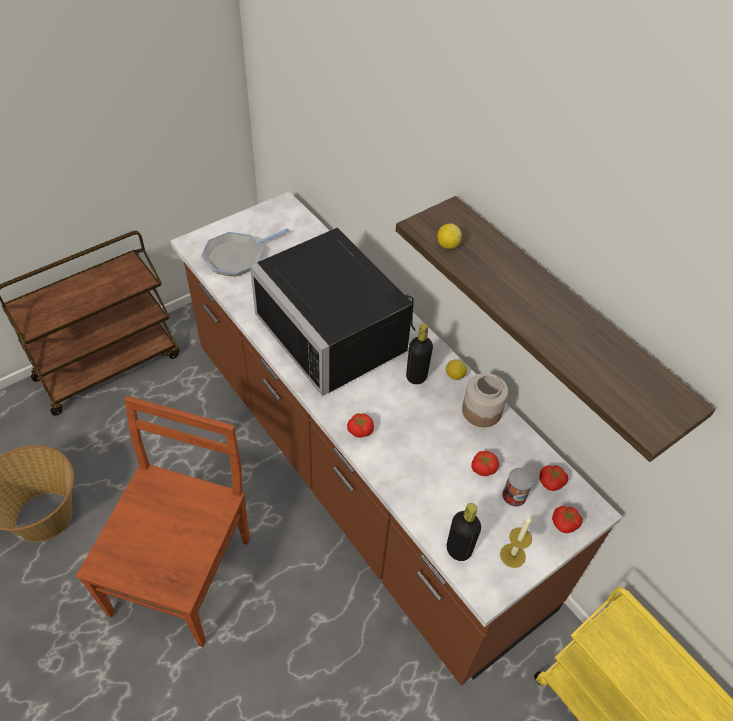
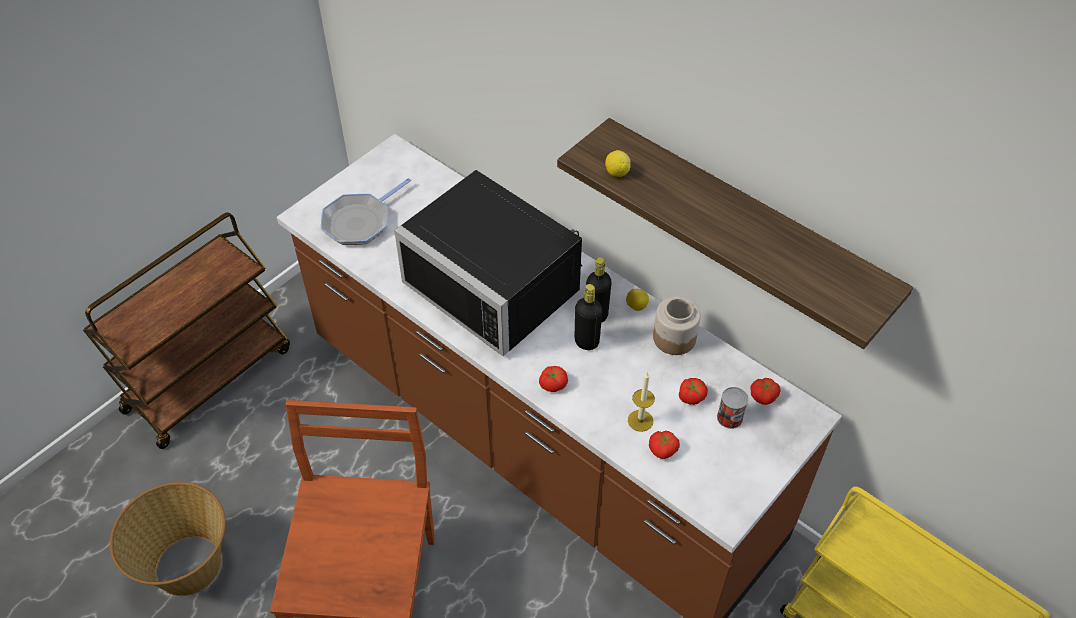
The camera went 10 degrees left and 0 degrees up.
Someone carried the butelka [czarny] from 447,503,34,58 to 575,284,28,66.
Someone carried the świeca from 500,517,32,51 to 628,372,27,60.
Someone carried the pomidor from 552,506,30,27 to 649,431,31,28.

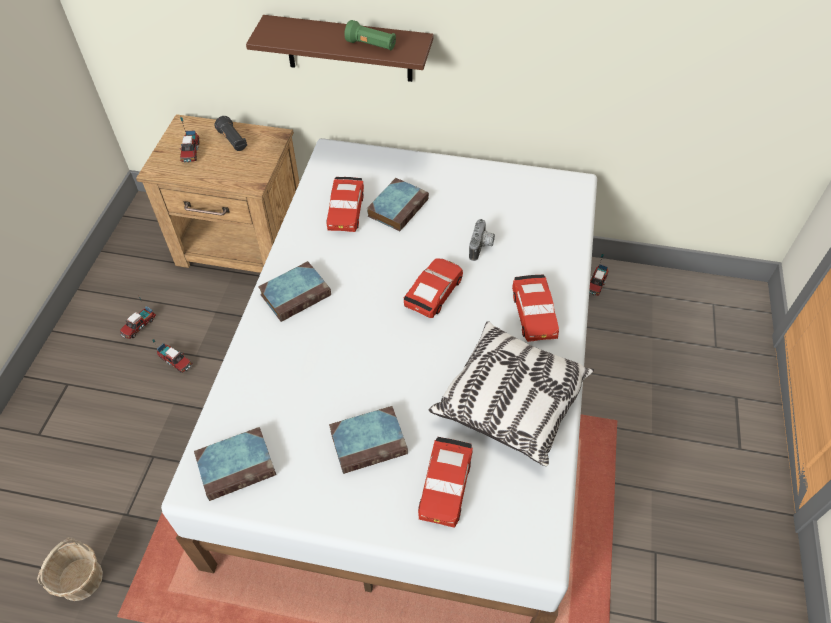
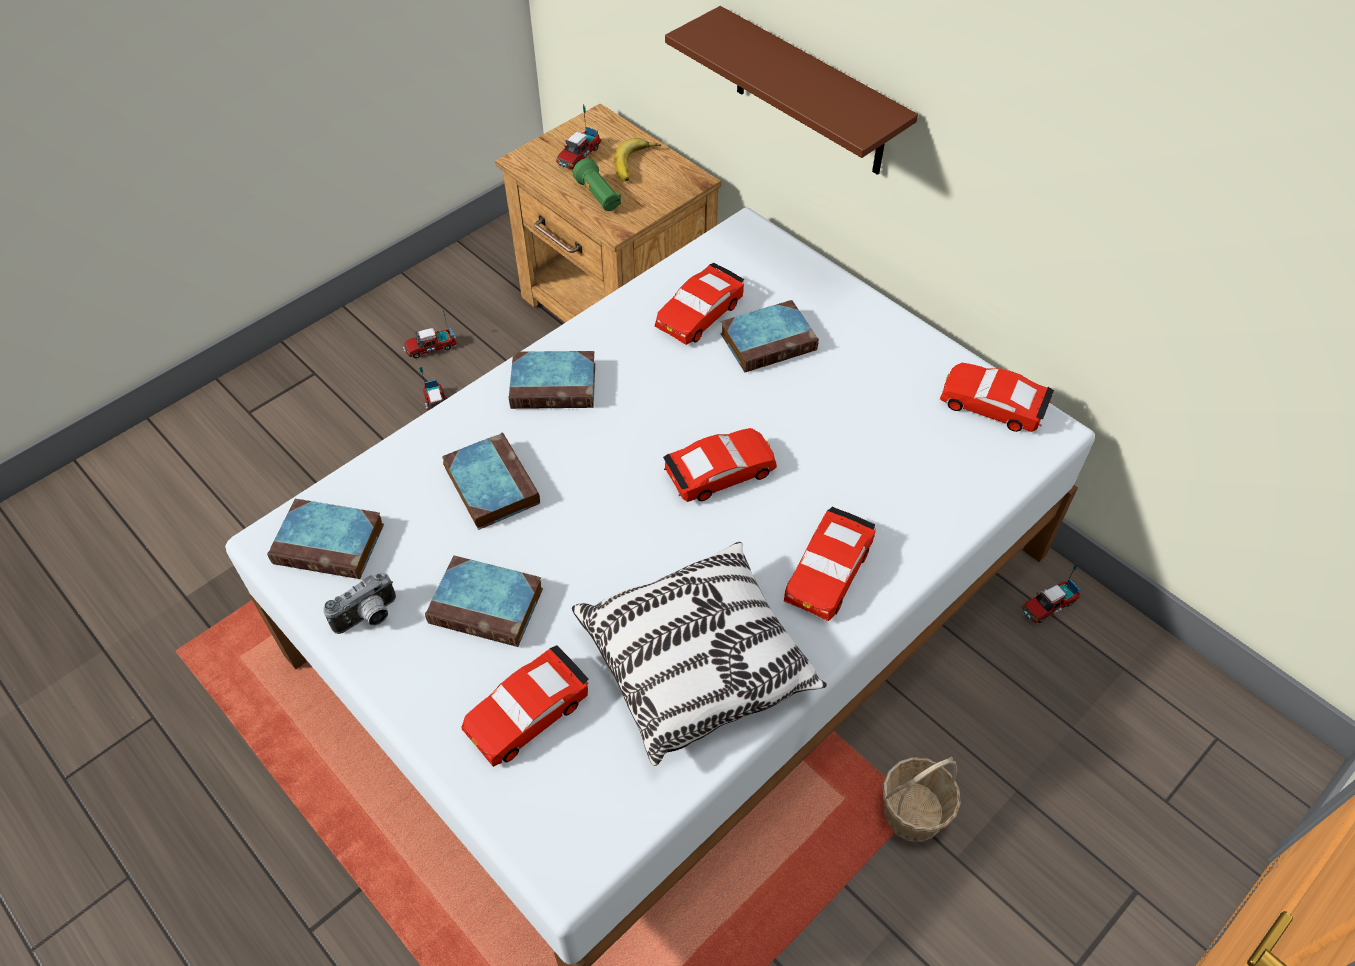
The camera went 35 degrees right and 0 degrees up.
Someone carried the koszyk from 37,537,66,64 to 883,757,78,85.
Someone swapped the latarka [czarny] at 215,116,32,35 for the banan at 614,138,47,43.
Someone carried the latarka [zielony] from 344,20,52,30 to 573,158,48,53.
Someone carried the aparat fotograficzny from 469,219,26,42 to 323,573,73,61.
Someone put down the książka at 442,432,98,98.
Someone put down the samochodzik [czerwony] at 940,363,114,69.

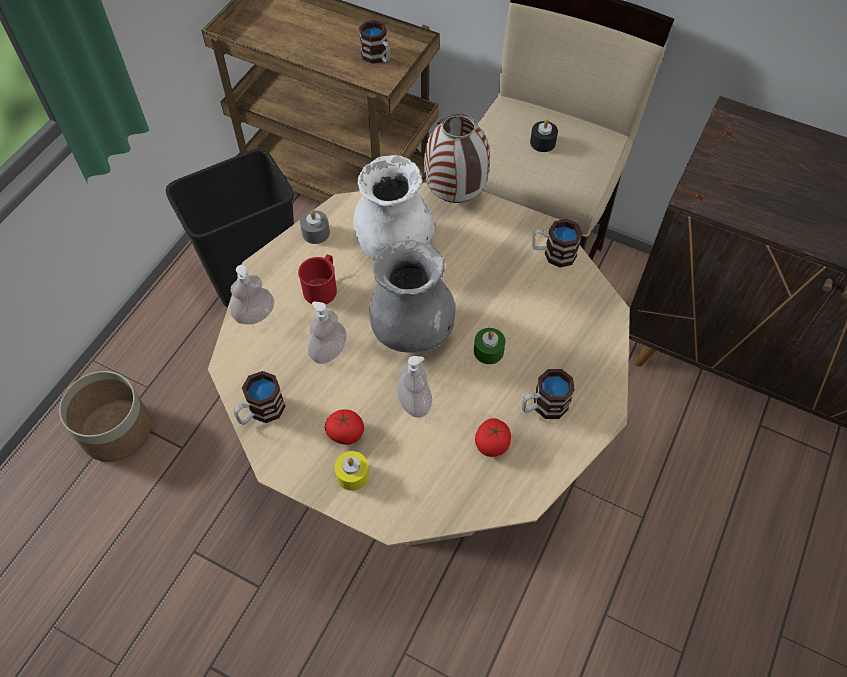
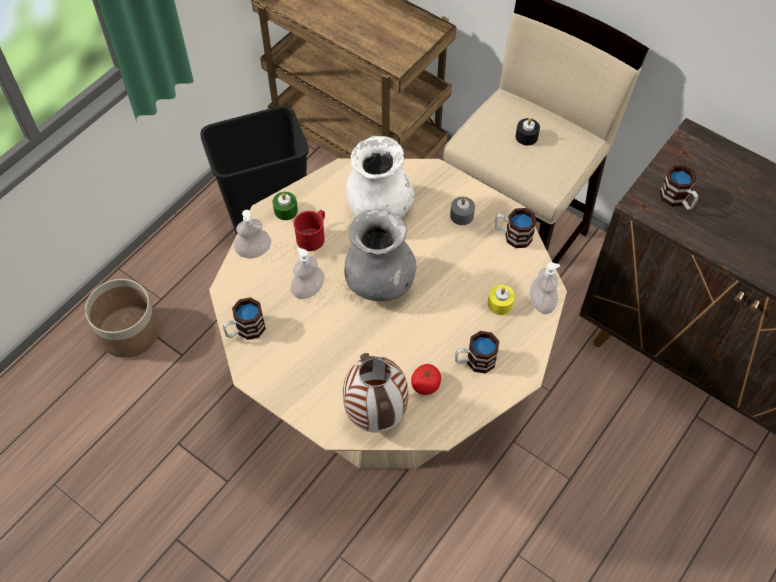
The camera went 10 degrees right and 0 degrees up.
Someone carried the świeca [szary] from 300,210,30,34 to 450,197,25,28.
Someone took away the pomidor at 325,409,39,36.
Someone carried the świeca [żółty] from 335,451,34,40 to 488,285,27,30.
Someone carried the kubek from 359,20,31,44 to 659,165,39,45.
Someone carried the dozownik mydła from 397,356,35,62 to 530,263,30,51.
Someone carried the wazon from 424,113,66,90 to 343,353,66,79.
Someone carried the świeca [zielony] from 474,328,31,36 to 273,192,25,28.

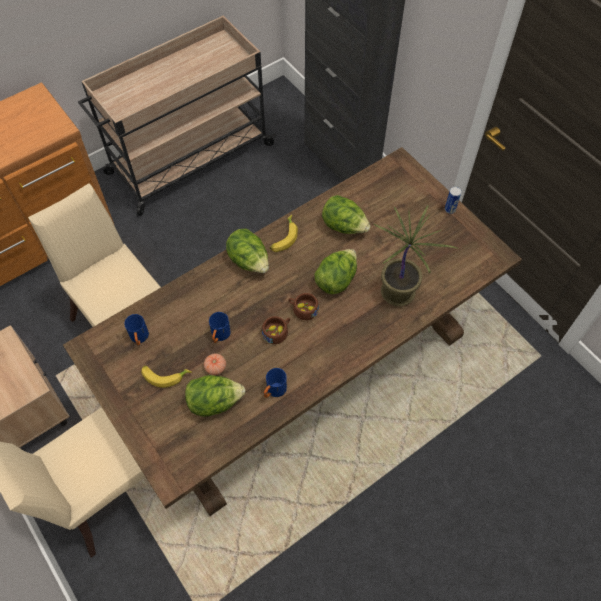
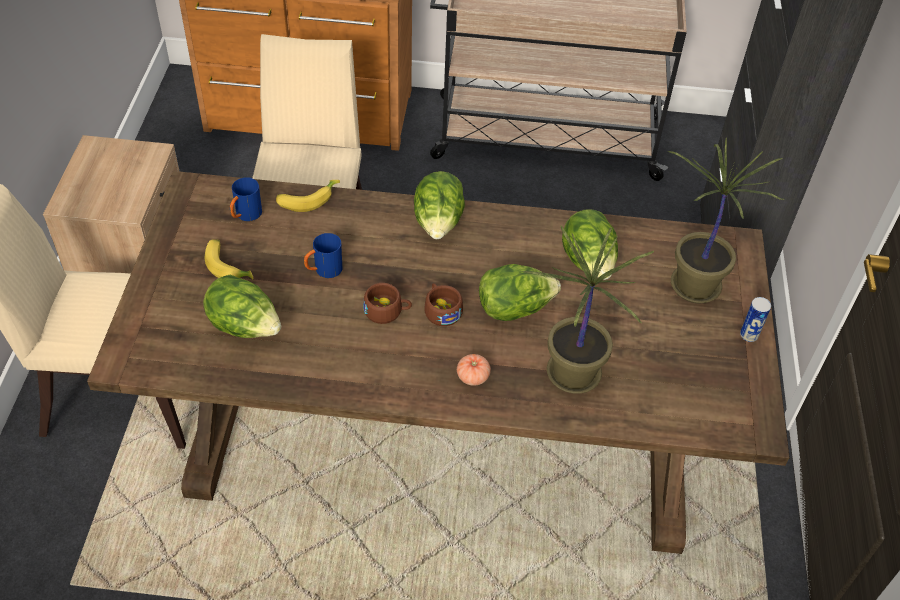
The camera went 40 degrees right and 10 degrees down.
Someone carried the pomidor from 204,353,22,22 to 457,354,34,32.
Someone took away the kubek [niebieski] at 264,368,23,30.
Someone carried the banan from 270,215,28,37 to 276,180,64,32.
Someone put down the roślina doniczkowa at 667,138,117,166.

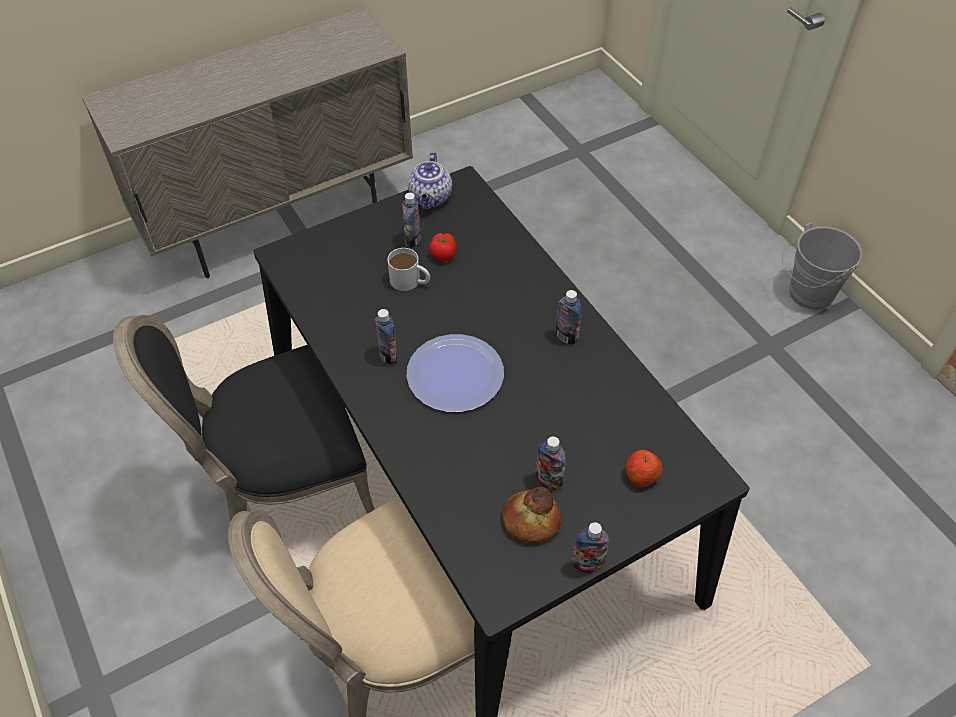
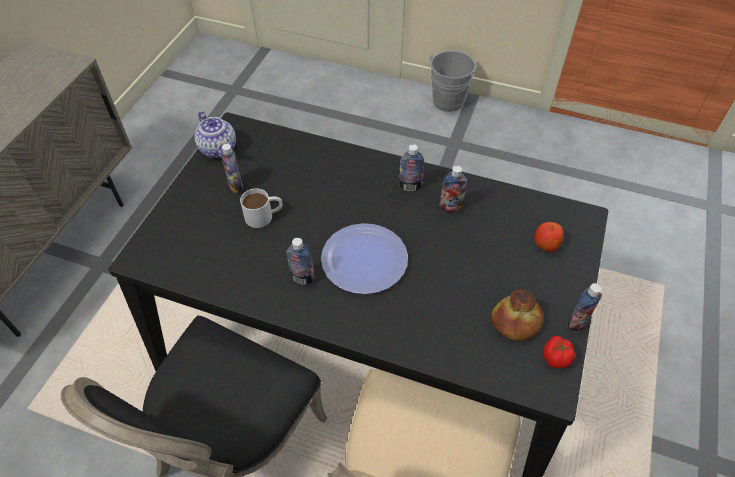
The camera went 40 degrees left and 0 degrees up.
Someone carried the pomidor from 429,233,28,29 to 543,336,32,32.
Someone carried the butelka from 536,436,30,54 to 440,166,27,47.

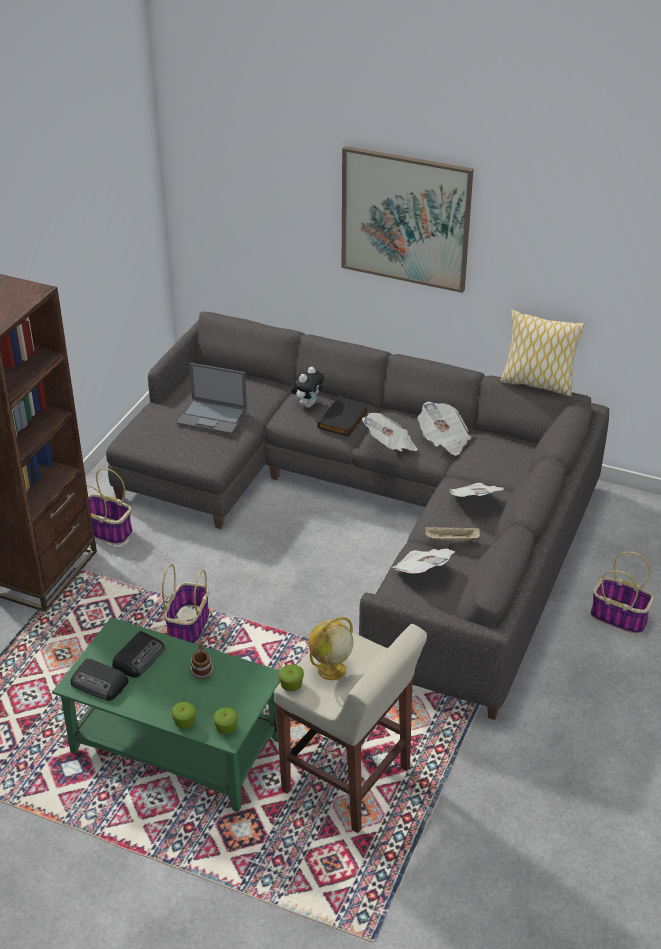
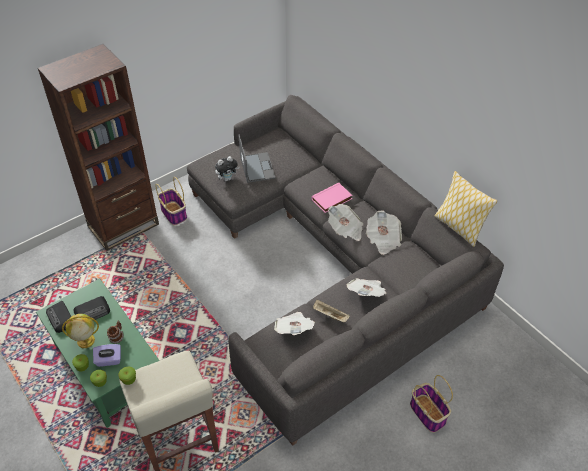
The camera went 30 degrees right and 10 degrees up.
Someone took away the koszyk at 162,564,47,80.
Someone rotated the laptop at 176,363,71,71 by 150 degrees counterclockwise.
Someone carried the pluszak from 291,367,33,41 to 215,156,24,25.
Someone carried the globus from 309,617,44,63 to 62,314,37,34.
Someone repainted the książka [czarny] at 317,396,51,40, which became the książka [różowy] at 311,183,42,30.
Someone took away the obraz at 342,146,132,147.
Someone put down the pudełko chusteczek [fioletowy] at 93,344,28,23.

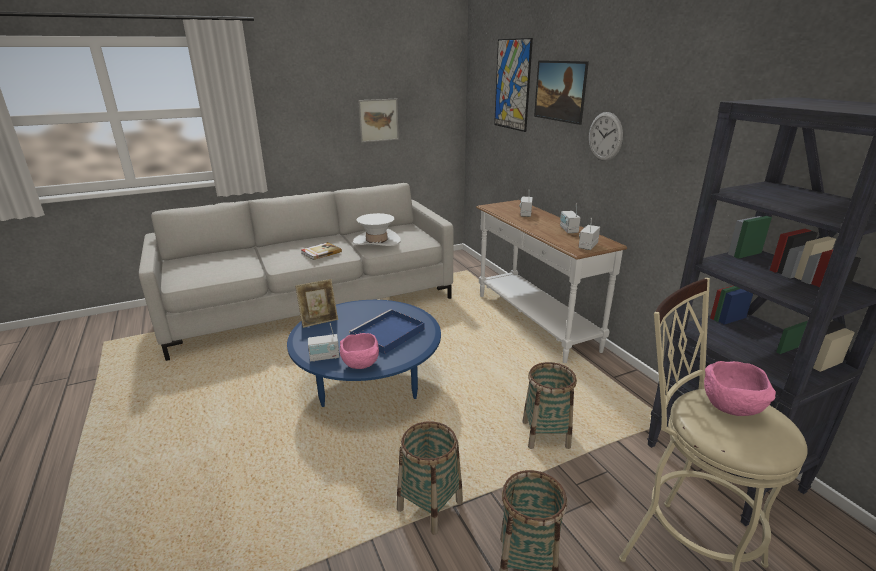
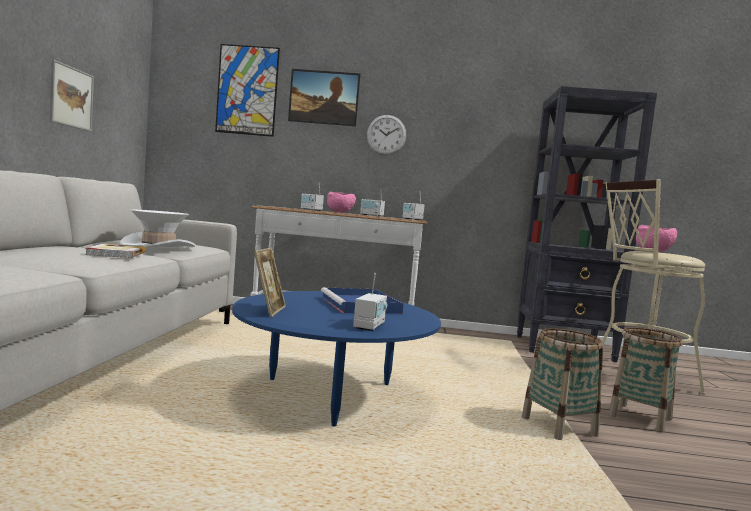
The camera went 60 degrees left and 20 degrees down.
Someone carried the miska [różowy] from 340,333,39,36 to 327,191,29,22.
Someone took away the koszyk at 522,362,55,87.

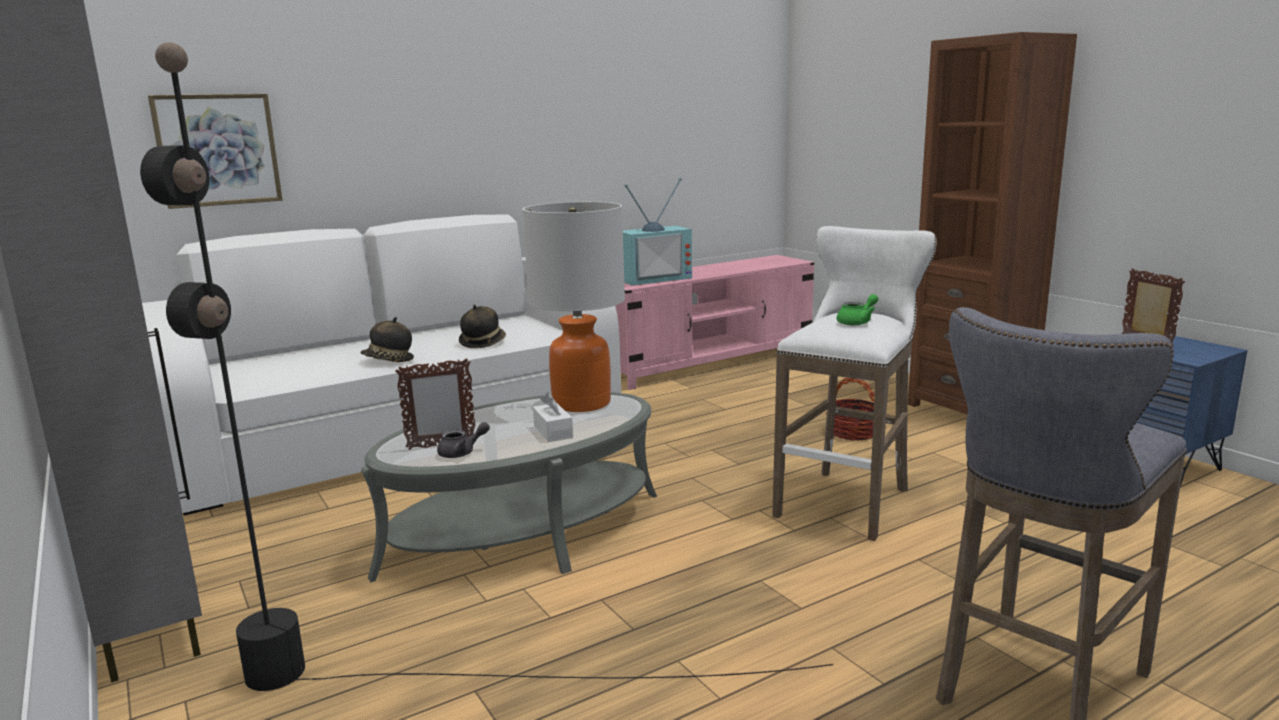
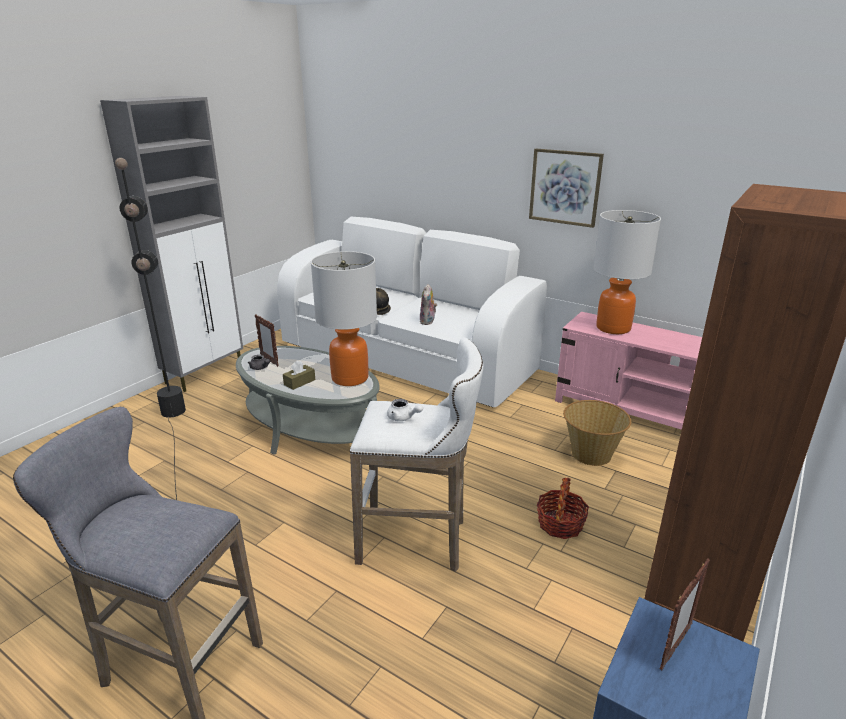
The camera went 65 degrees right and 10 degrees up.
Someone carried the obraz from 148,94,134,115 to 529,149,75,79.
Someone swapped the kapelusz at 459,305,47,43 for the pluszak at 420,284,17,41.
Someone repainted the pudełko chusteczek [biały] at 533,392,40,50, which became the pudełko chusteczek [brązowy] at 283,360,32,30.
Someone swapped the telewizor at 623,178,69,108 for the lampa stołowa at 593,210,68,124.
Someone repainted the imbryk [zielony] at 837,294,41,31, which became the imbryk [biały] at 387,399,36,22.
Someone put down the koszyk at 563,400,68,66.

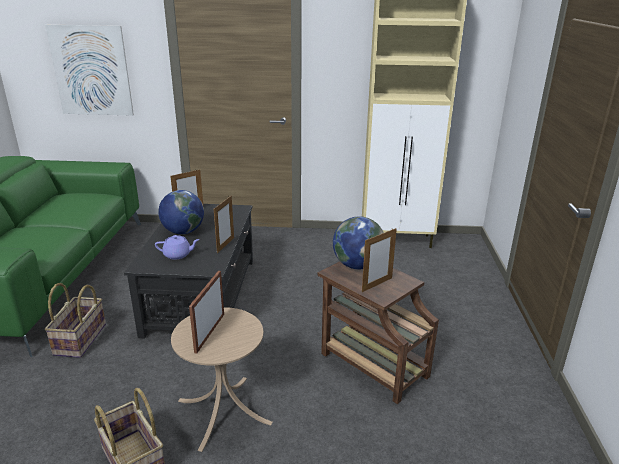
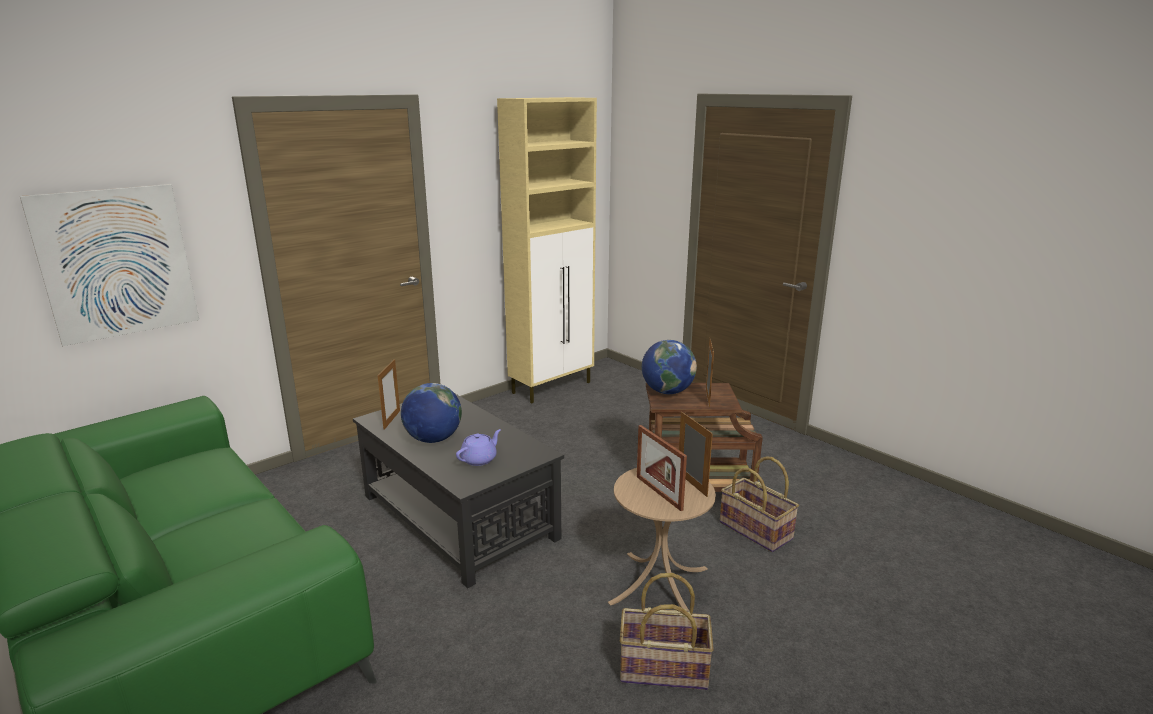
The camera went 45 degrees left and 5 degrees down.
Someone carried the koszyk from 45,283,61,75 to 720,457,79,95.
Someone carried the ramka na zdjęcie from 214,196,20,57 to 679,412,34,85.

